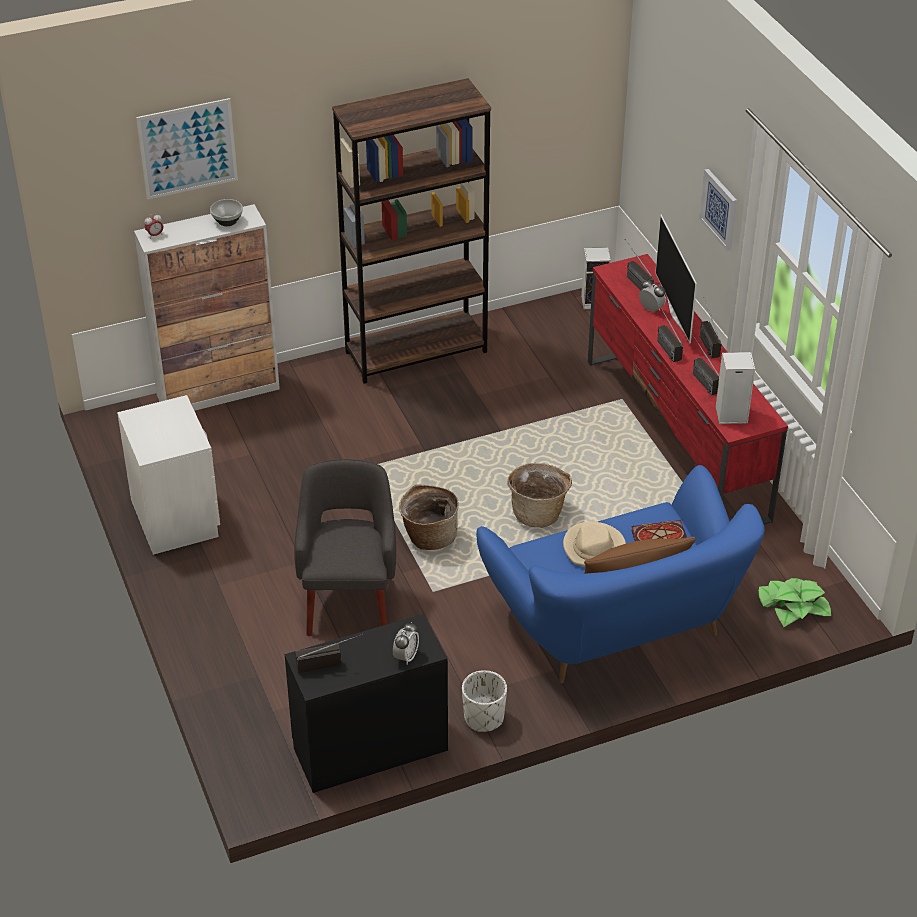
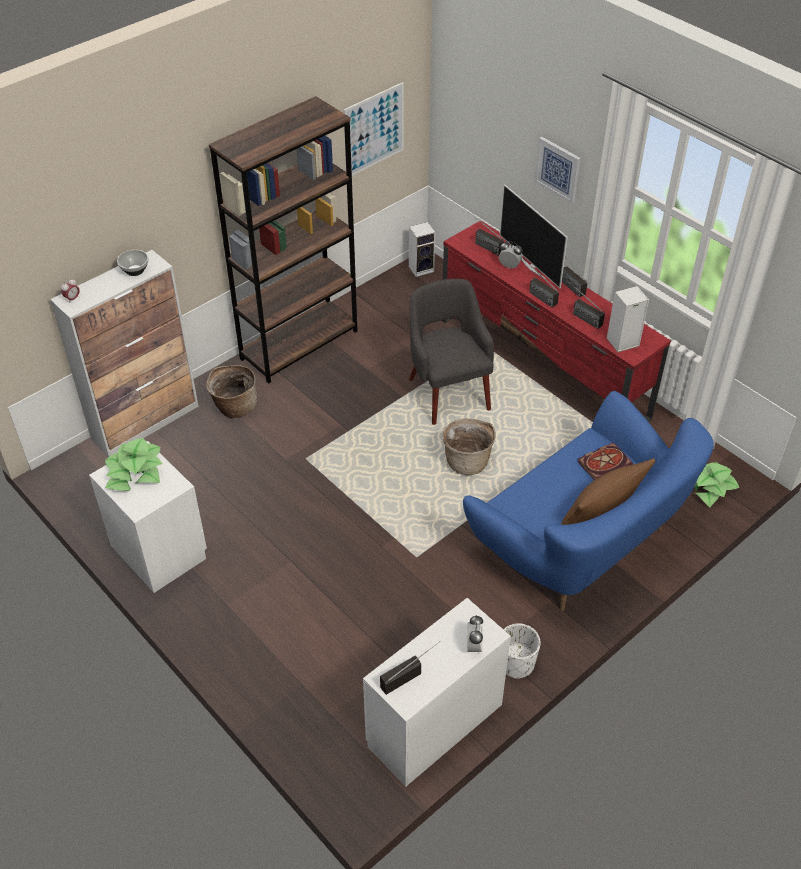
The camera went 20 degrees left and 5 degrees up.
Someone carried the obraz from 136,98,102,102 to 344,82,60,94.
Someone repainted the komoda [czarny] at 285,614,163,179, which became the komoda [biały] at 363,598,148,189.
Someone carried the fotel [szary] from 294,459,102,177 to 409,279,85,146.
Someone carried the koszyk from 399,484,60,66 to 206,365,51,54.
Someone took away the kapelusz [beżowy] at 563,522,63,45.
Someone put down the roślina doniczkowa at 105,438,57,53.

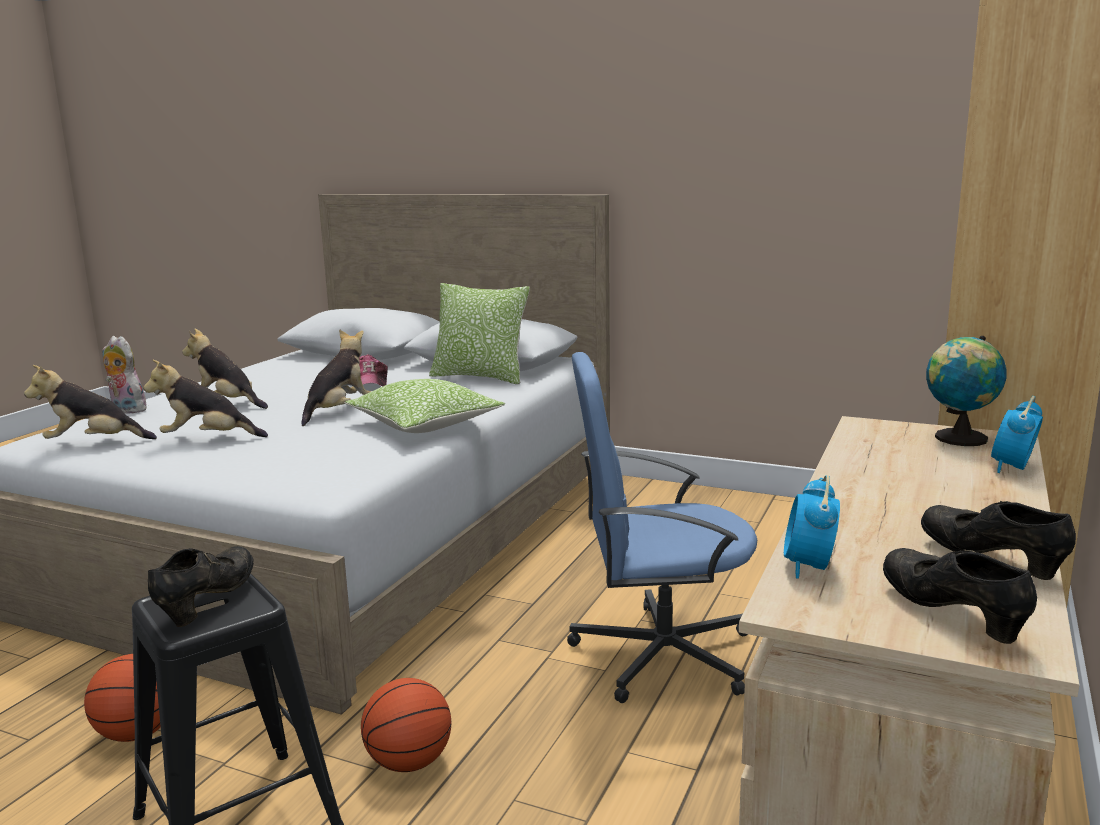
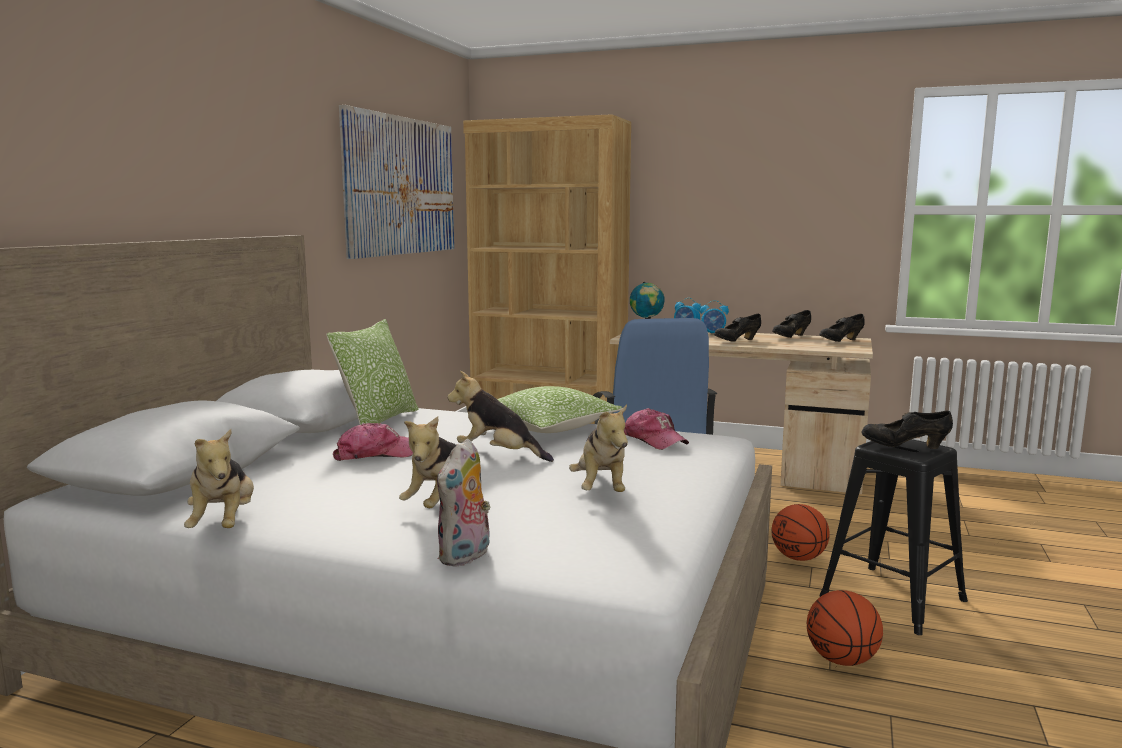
The camera went 95 degrees left and 5 degrees down.
Someone carried the pluszak from 24,365,133,74 to 184,429,70,99.
Someone carried the budzik from 784,475,56,104 to 700,300,29,33.
Someone put up the obraz at 339,105,115,154.
Someone put down the czapka z daszkiem at 624,408,65,42.
Someone put down the but [czarny] at 714,314,47,28.

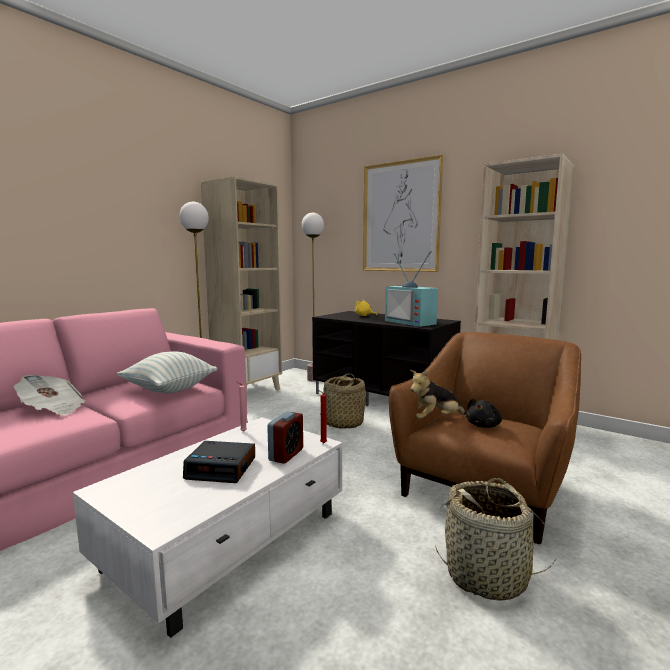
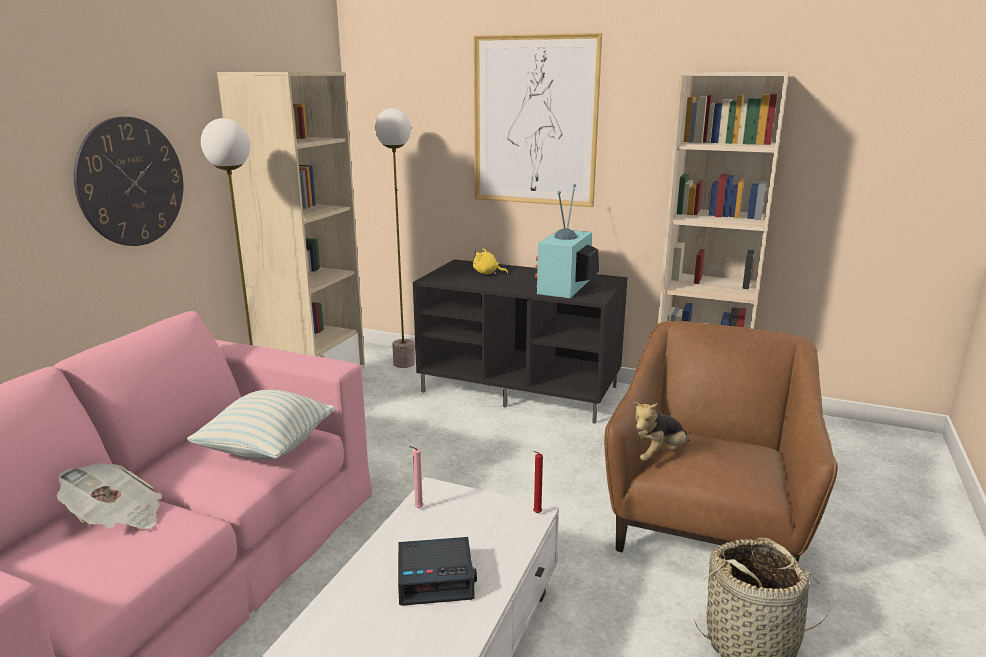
The camera went 15 degrees left and 10 degrees up.
Someone took away the budzik at 267,411,36,53.
Someone took away the koszyk at 320,373,46,56.
Someone rotated the telewizor at 385,251,53,76 by 75 degrees clockwise.
Someone took away the pluszak [czarny] at 466,398,36,30.
Someone put up the zegar ścienny at 74,117,109,129.

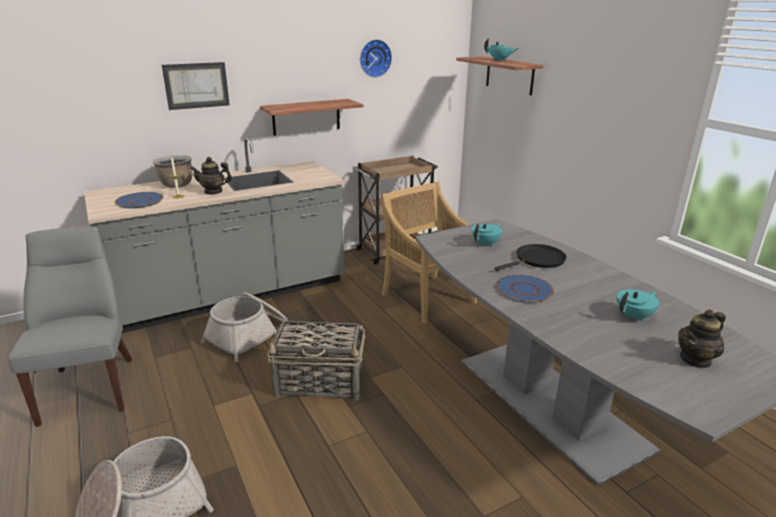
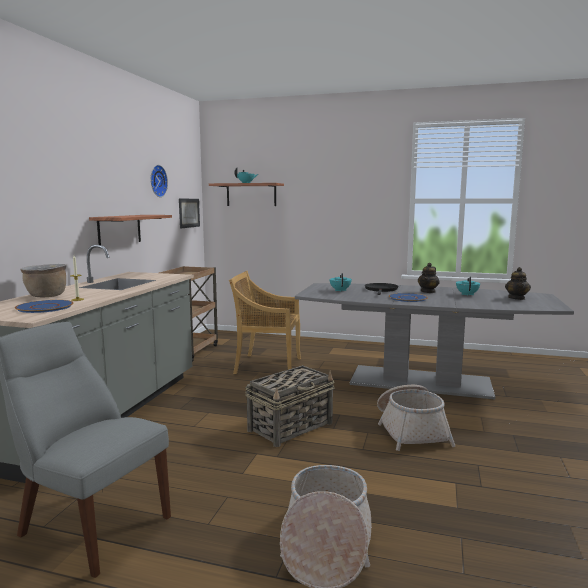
The camera went 45 degrees left and 15 degrees down.
Someone carried the obraz from 162,62,68,48 to 179,199,21,29.
Someone carried the imbryk from 190,157,42,38 to 418,263,22,30.
Someone carried the koszyk from 201,292,87,70 to 377,385,78,66.

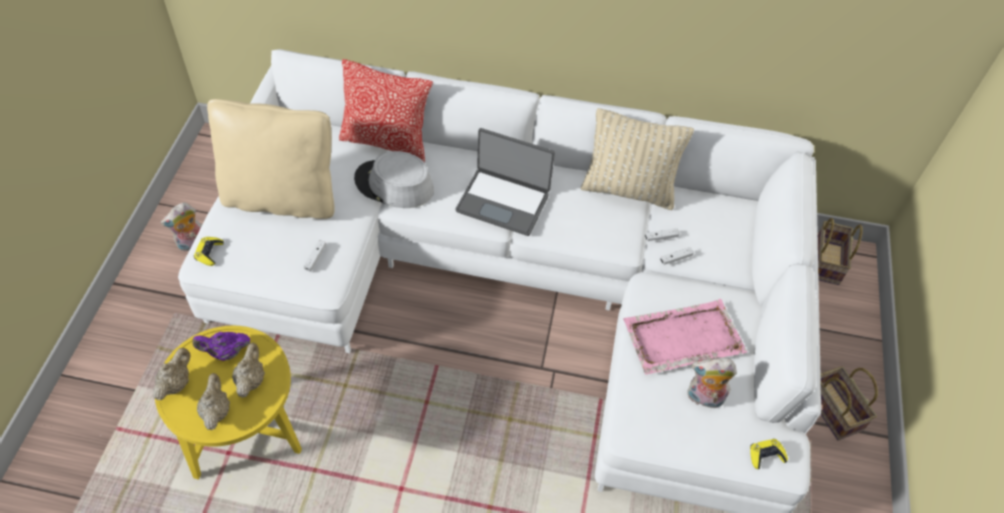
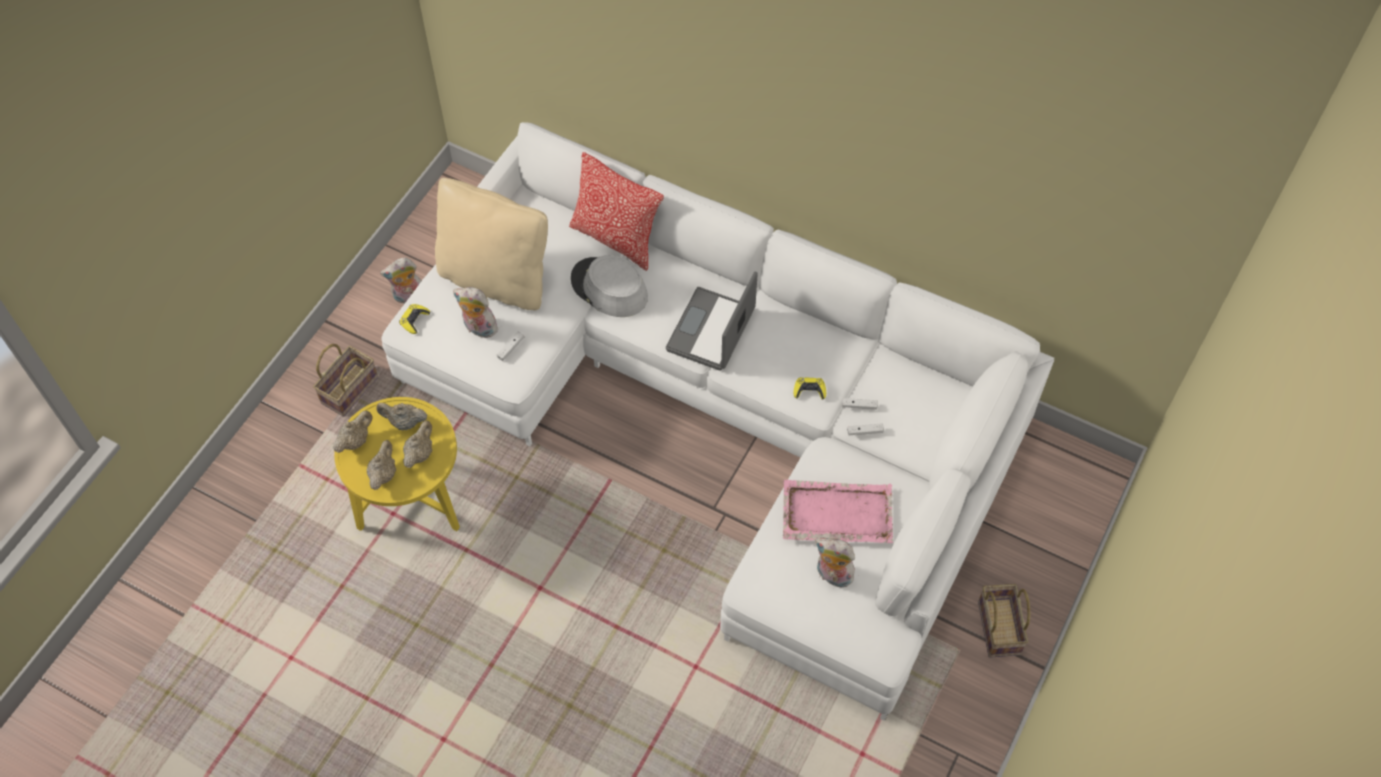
The camera went 20 degrees right and 5 degrees up.
Someone repainted the imbryk [fioletowy] at 192,332,58,29, which became the imbryk [beżowy] at 376,403,51,27.
Someone rotated the laptop at 455,128,100,108 by 75 degrees clockwise.
Someone took away the poduszka [beżowy] at 581,108,113,102.
Someone carried the pad do gier [żółty] from 750,439,38,30 to 794,377,32,23.
Someone carried the koszyk from 818,218,45,67 to 313,344,65,73.
Someone put down the pluszak at 453,287,45,51.

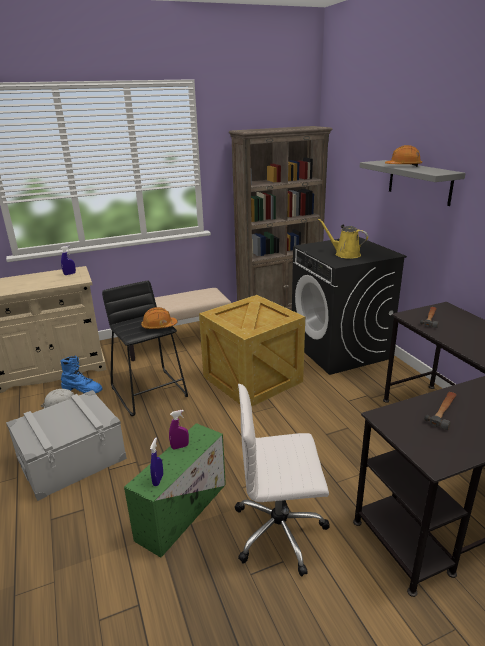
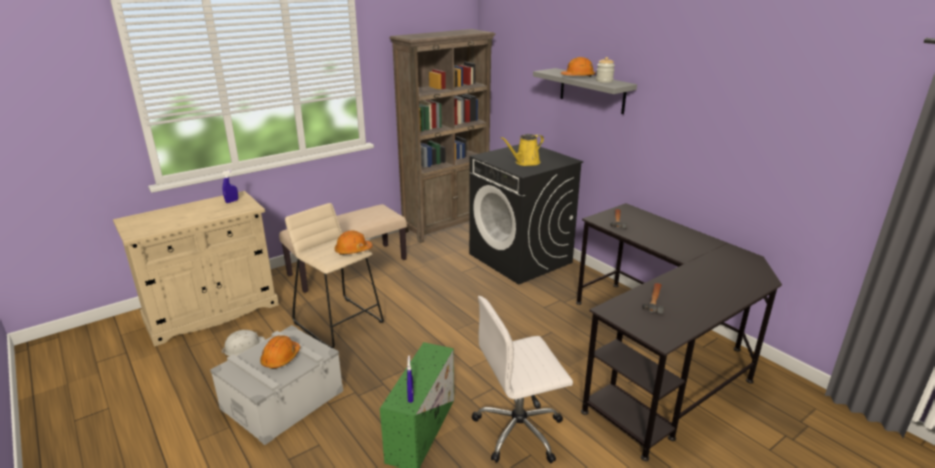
The camera went 15 degrees left and 0 degrees up.
Someone took away the but z cholewką [niebieski] at 60,355,42,38.
Someone repainted the stołek [czarny] at 102,281,86,135, which became the stołek [beżowy] at 285,203,99,145.
Someone took away the spryskiwacz [fioletowy] at 169,410,20,39.
Someone took away the skrzynka at 199,295,106,112.
Someone rotated the konewka [żółty] at 318,219,50,40 by 60 degrees counterclockwise.
Someone put down the kask [pomarańczowy] at 260,335,40,34.
Someone put down the słoik at 596,57,19,26.

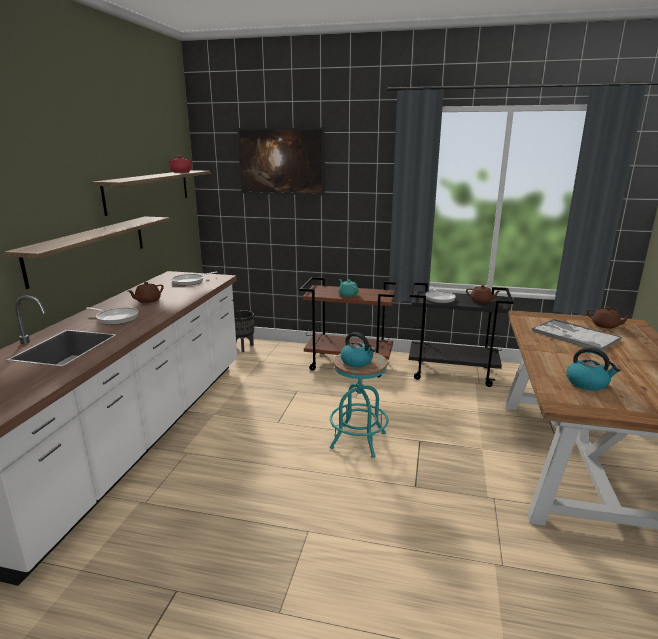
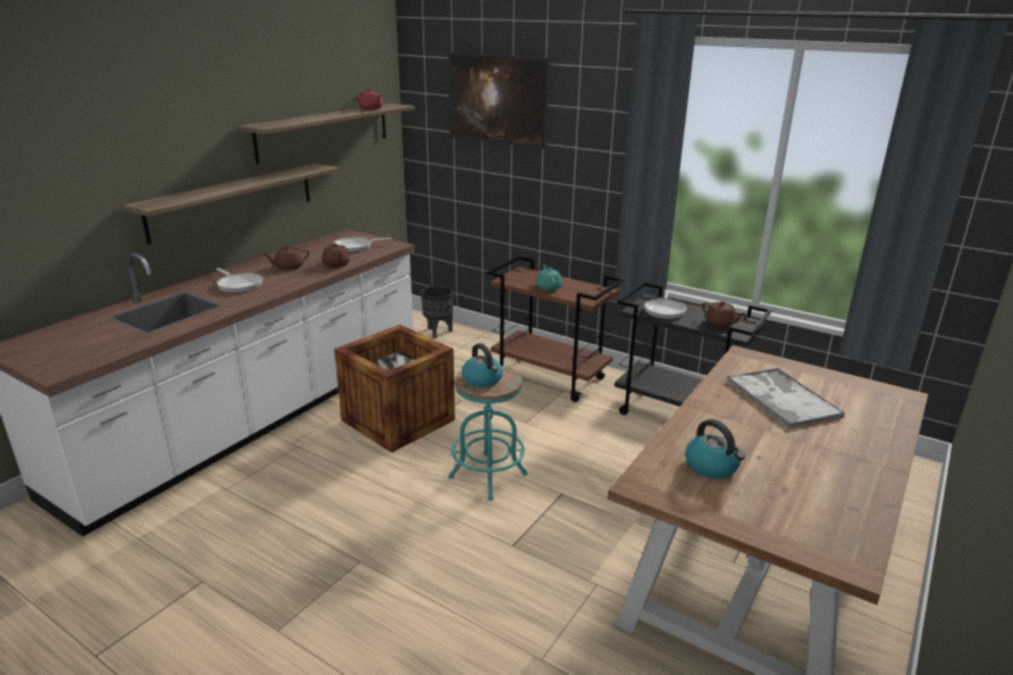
The camera went 20 degrees right and 5 degrees up.
Someone carried the imbryk [brązowy] from 587,307,45,22 to 322,243,28,25.
Someone put down the skrzynka at 334,325,121,128.

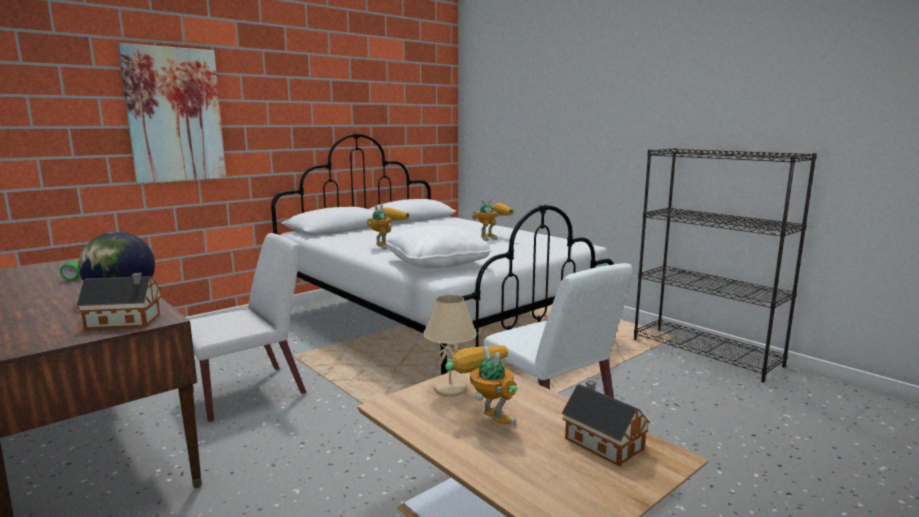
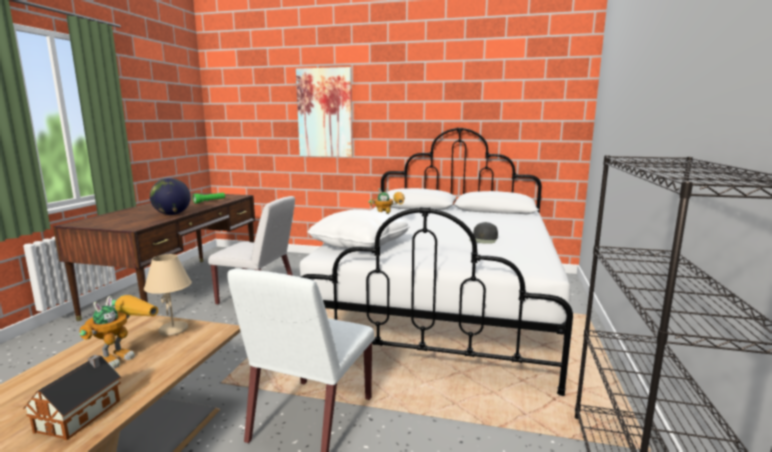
The camera went 55 degrees right and 0 degrees up.
Someone took away the domek at 77,273,84,56.
Someone swapped the robot zabawkowy at 472,199,42,42 for the czapka z daszkiem [czarny] at 469,222,29,22.

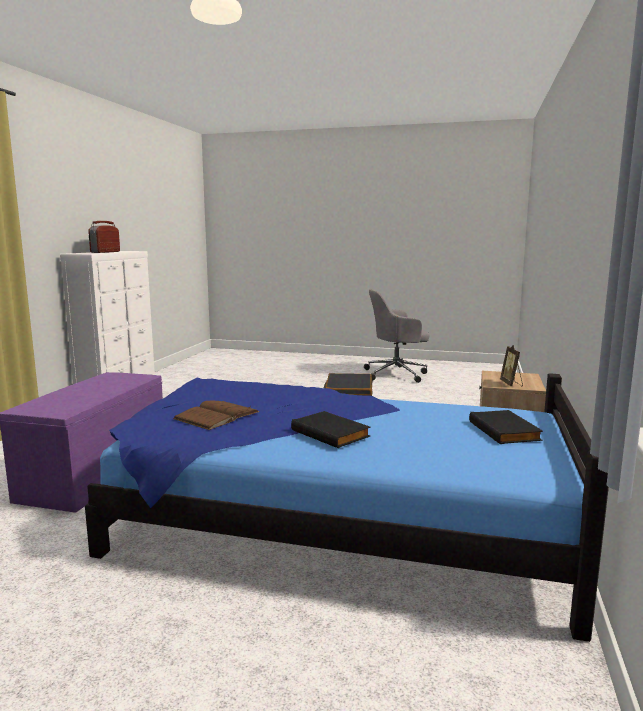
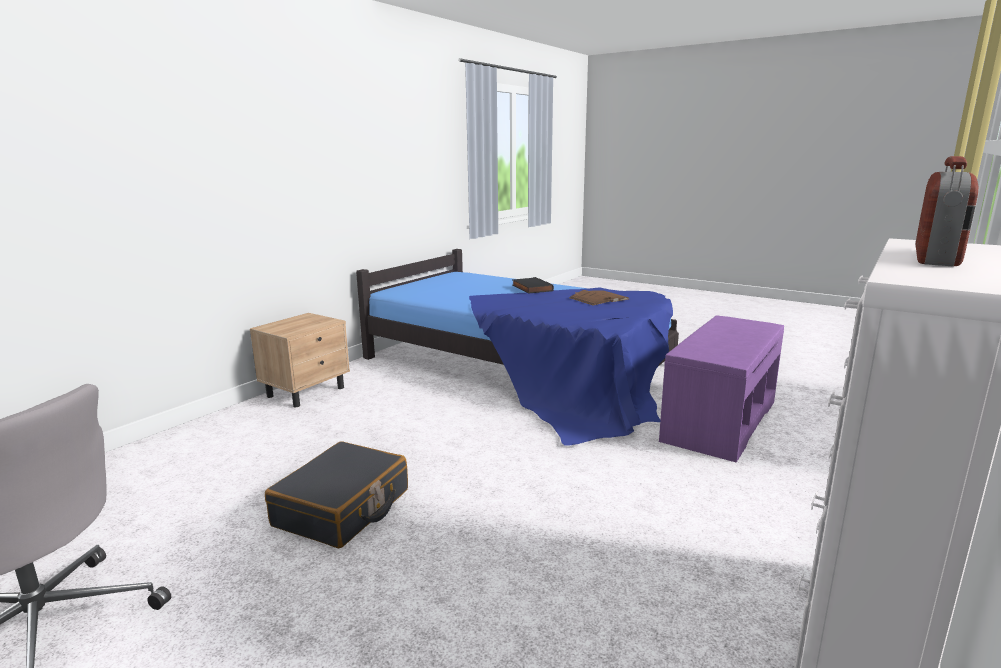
The camera went 160 degrees left and 5 degrees up.
Someone took away the książka [czarny] at 469,410,74,34.
Someone took away the ramka na zdjęcie at 500,345,23,42.

